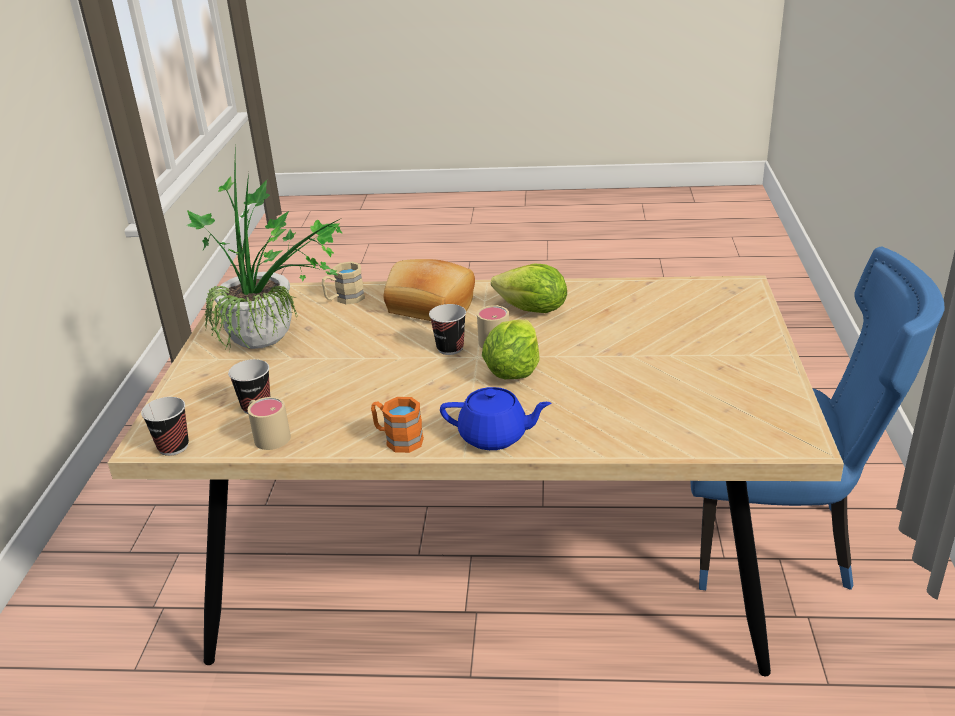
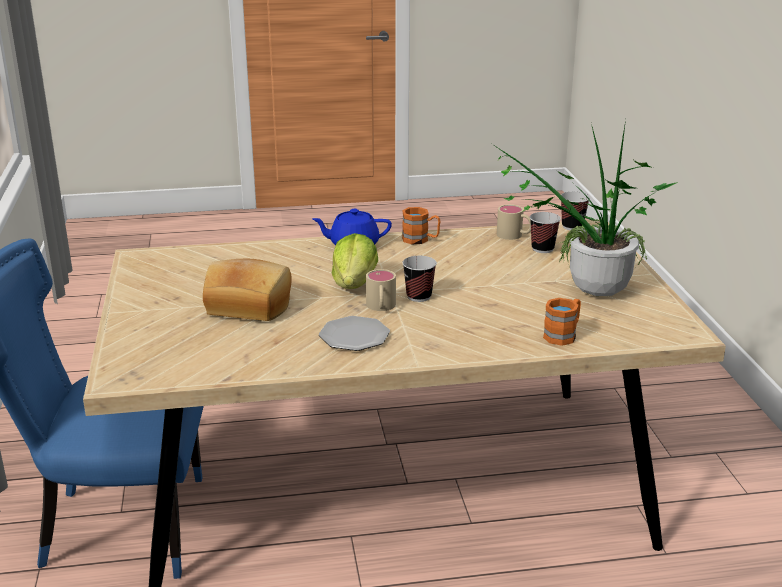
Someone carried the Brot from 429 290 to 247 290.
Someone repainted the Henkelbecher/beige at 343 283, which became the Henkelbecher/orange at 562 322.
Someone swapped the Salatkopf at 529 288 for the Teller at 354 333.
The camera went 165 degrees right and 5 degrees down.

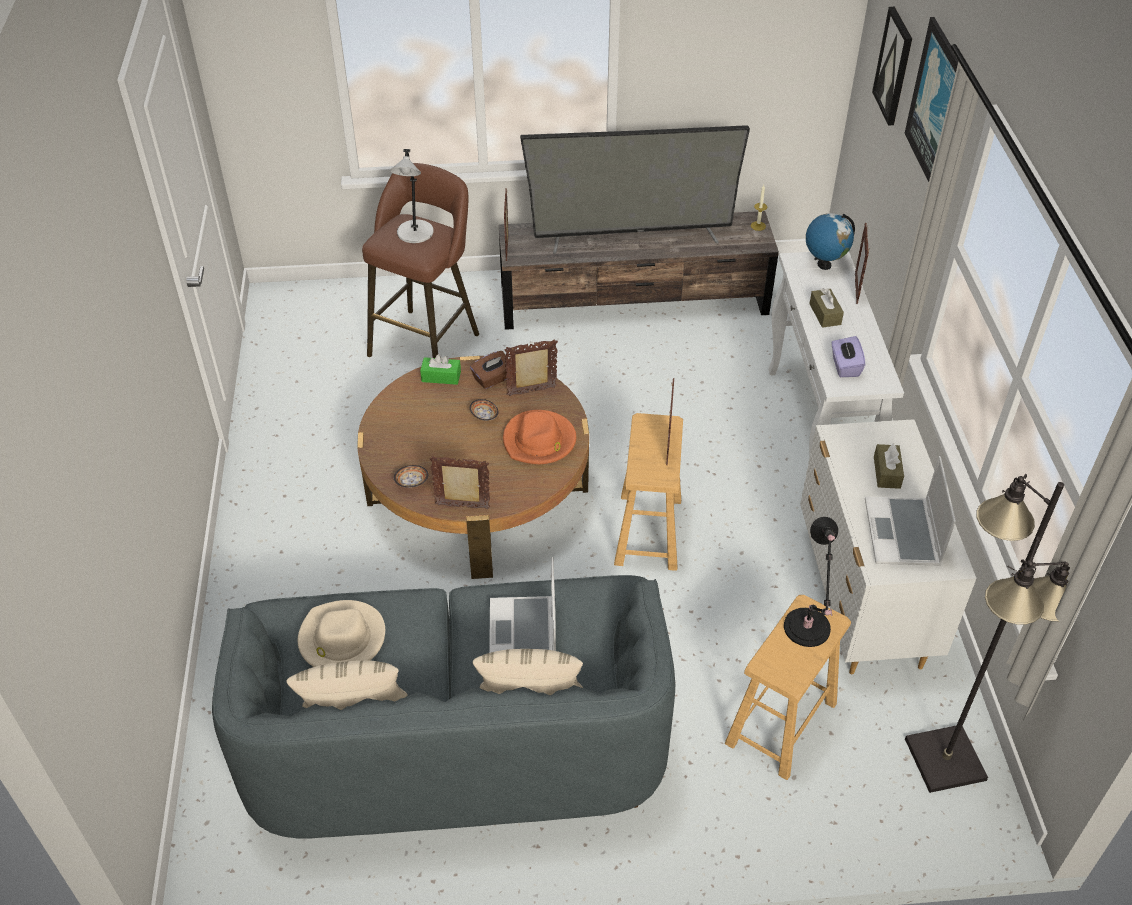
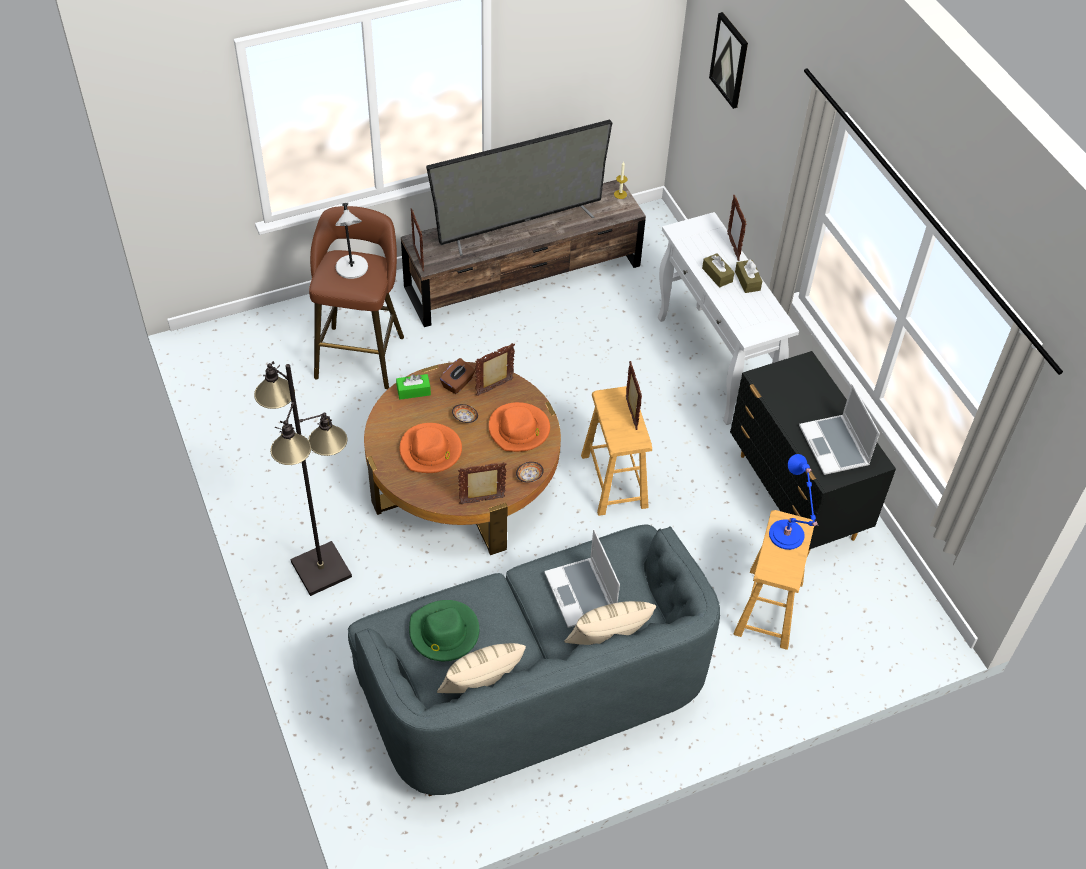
Someone took away the Bild at 931 99.
Someone took away the Globus at 830 241.
Someone took away the Taschentuchbox/lila at 848 356.
Someone repainted the Kommode/weiß at 888 546, which became the Kommode/schwarz at 813 454.
Someone carried the Taschentuchbox/braun from 889 466 to 748 276.
Someone carried the Schüssel from 411 476 to 530 472.
Someone carried the Stehlampe/schwarz from 987 633 to 303 478.
Someone repainted the Tischlampe/schwarz at 811 582, which became the Tischlampe/blau at 794 502.
Someone repainted the Hut/beige at 341 633, which became the Hut/grün at 444 630.
Someone put down the Hut/orange at 430 448.
The camera went 20 degrees left and 5 degrees up.

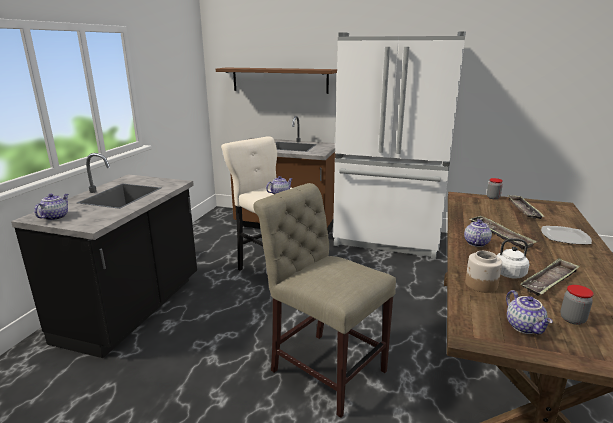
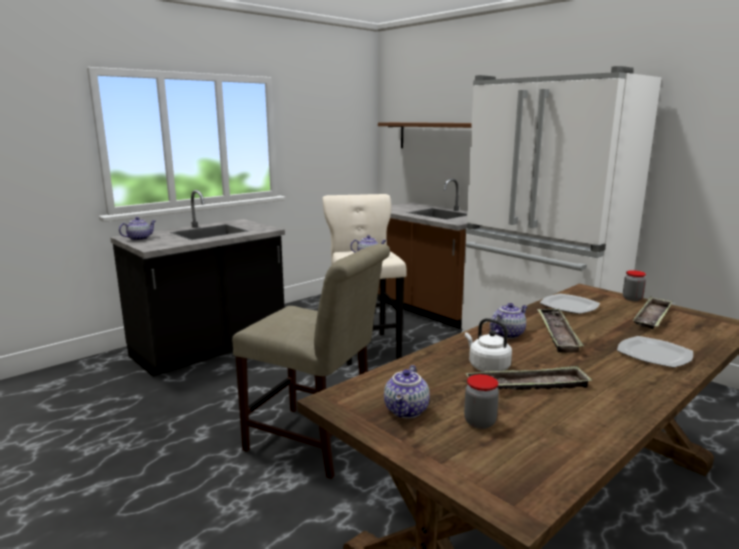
Someone rotated the Stuhl/beige at 324 300 by 135 degrees clockwise.
Someone took away the Vorratsglas at 483 272.
Someone put down the Teller at 570 304.
The camera went 30 degrees right and 5 degrees down.

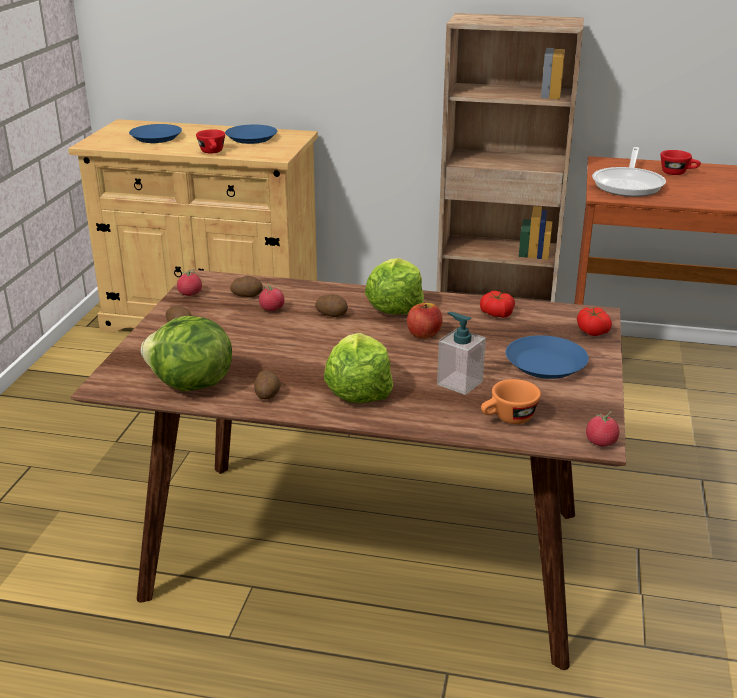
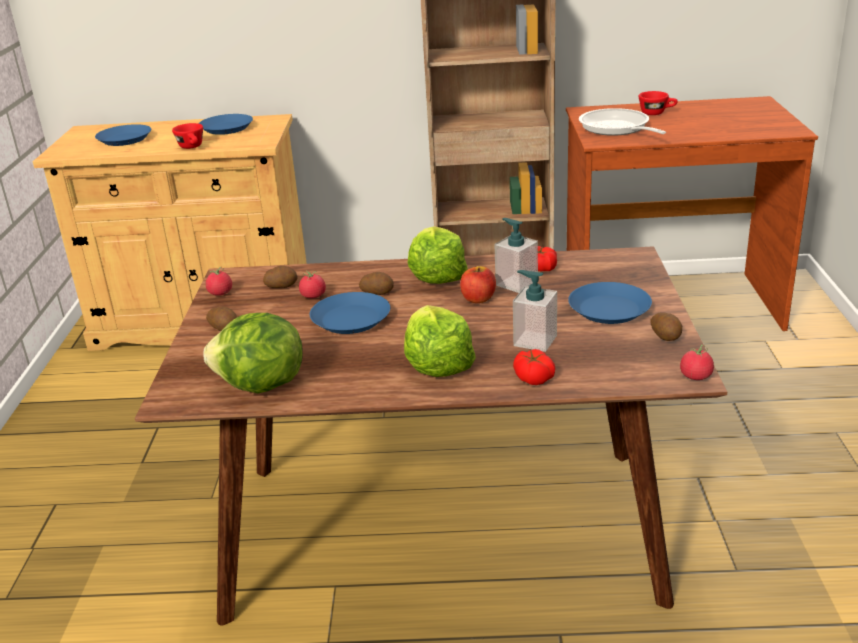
Someone rotated the Pfanne at 629 172 by 150 degrees clockwise.
Someone carried the Tomate from 594 321 to 534 367.
Someone carried the Kartoffel from 267 384 to 666 326.
Someone took away the Tasse/orange at 511 401.
Someone put down the Seifenspender at 516 255.
Someone put down the Teller/blau at 350 313.
The camera went 10 degrees left and 0 degrees up.

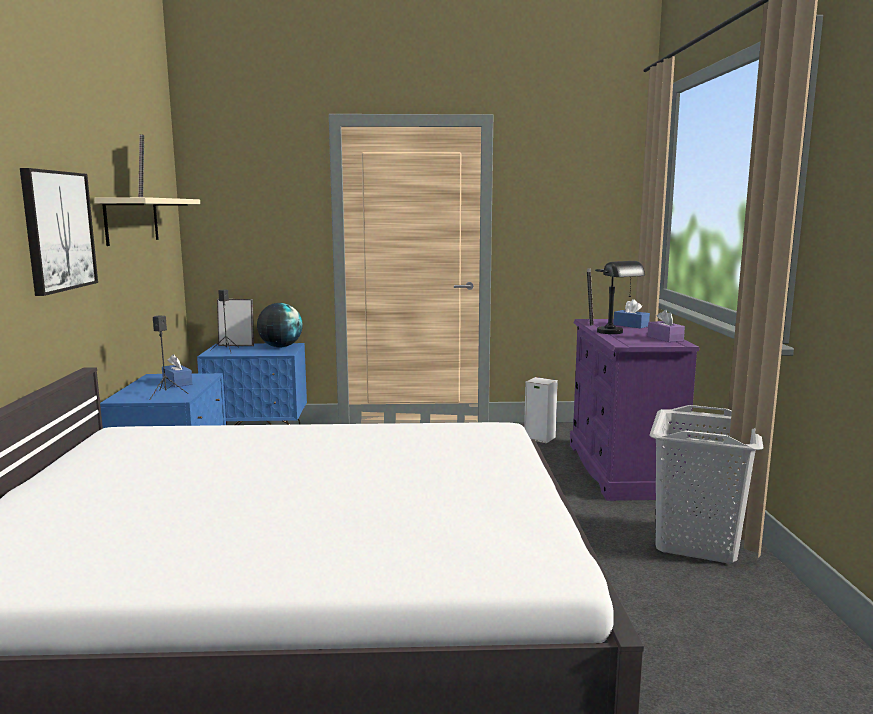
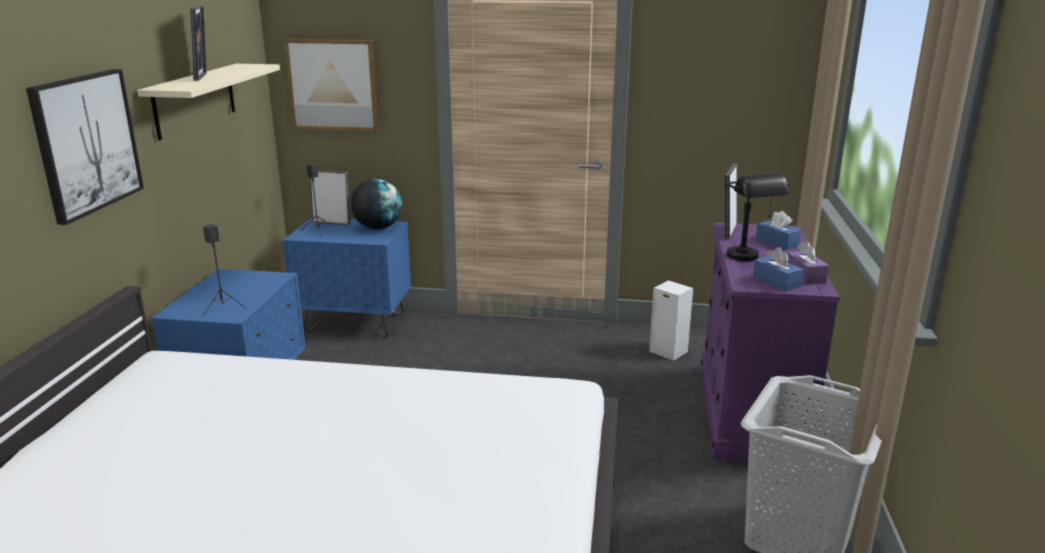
Someone carried the Taschentuchbox/blau from 177 370 to 778 269.
Someone put up the Bild at 331 85.
The camera went 10 degrees right and 10 degrees up.

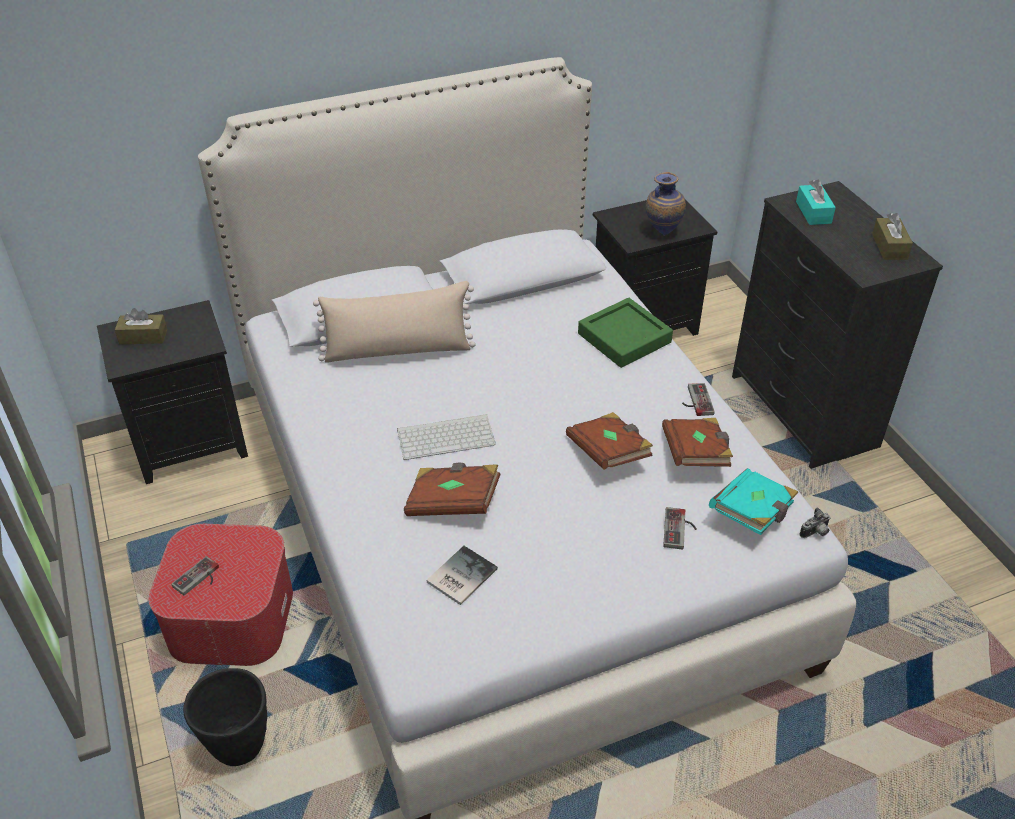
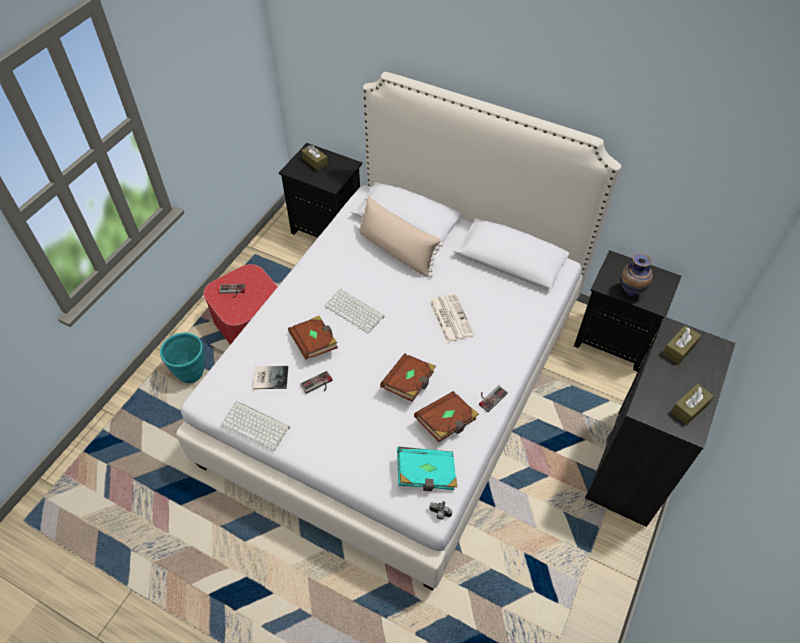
Someone repainted the Taschentuchbox/türkis at 816 202, which became the Taschentuchbox/braun at 681 344.
Someone took away the Tablett/grün at 625 333.
Someone carried the Gamepad from 680 528 to 316 382.
Someone repainted the Pflanzkübel/schwarz at 225 717, which became the Pflanzkübel/türkis at 182 358.
Someone put down the Zeitung at 451 318.
Someone put down the Tastatur at 255 426.
The camera went 50 degrees right and 10 degrees up.

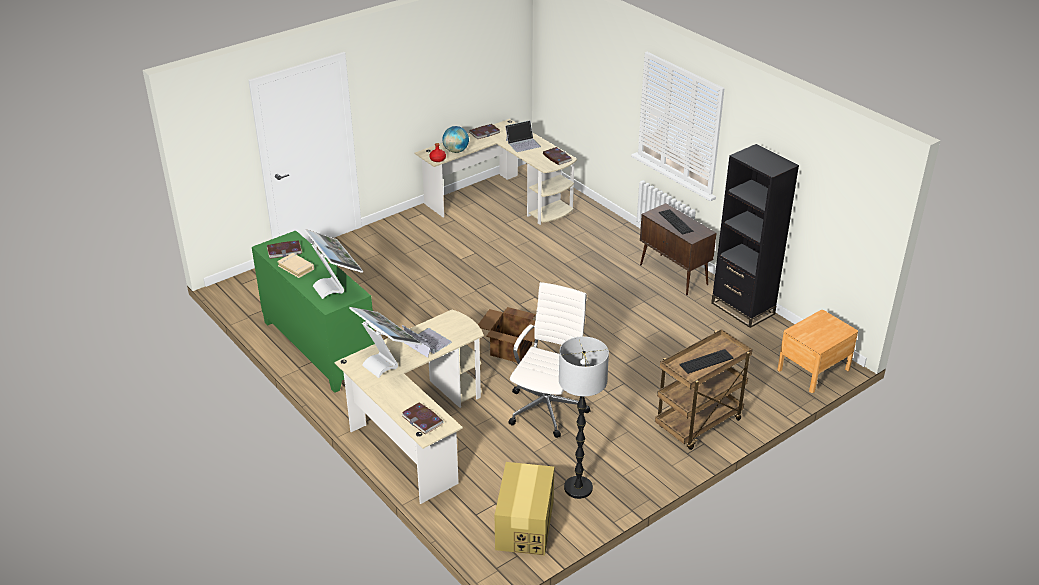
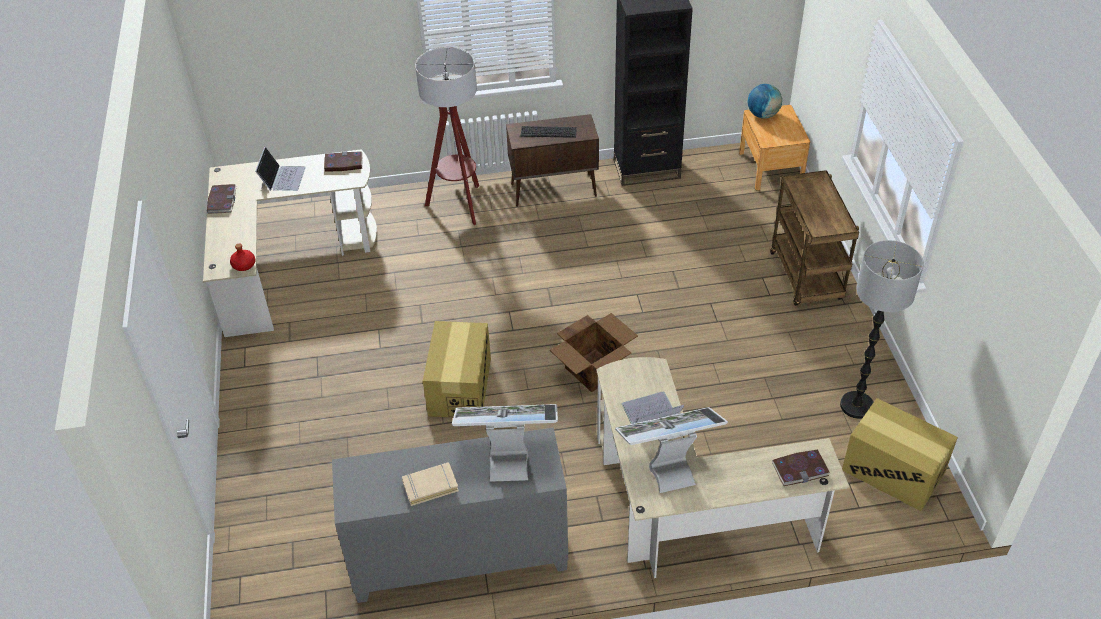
Someone carried the Globus from 456 139 to 765 101.
Someone repainted the Schrank/grün at 313 311, which became the Schrank/grau at 450 515.
Someone took away the Buch at 284 249.
Someone took away the Bürostuhl/weiß at 549 360.
Someone took away the Tastatur at 706 361.
Someone put down the Stehlampe at 447 136.
Someone put down the Karton at 457 369.
The camera went 60 degrees left and 10 degrees up.

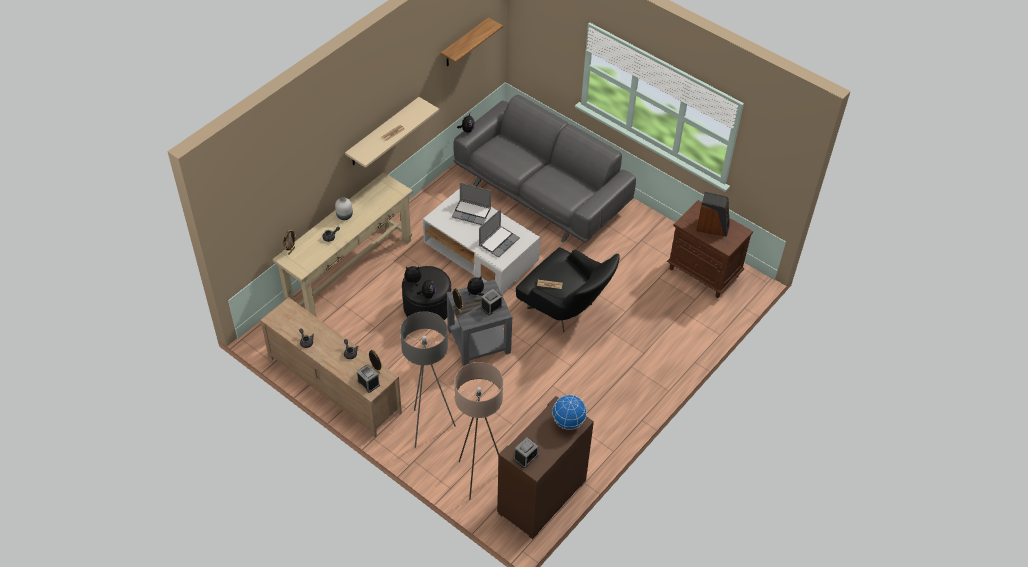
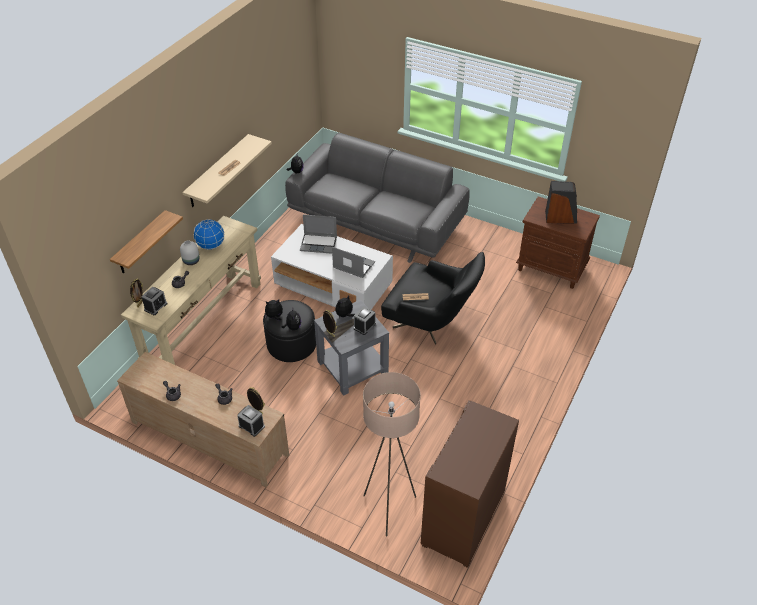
Someone carried the Wandregal from 472 42 to 146 241.
Someone rotated the Laptop at 499 233 by 90 degrees counterclockwise.
Someone took away the Stehlampe/grau at 428 379.
Someone carried the Globus from 569 412 to 209 234.
Someone carried the Wecker from 526 452 to 154 300.
The camera went 10 degrees left and 5 degrees down.

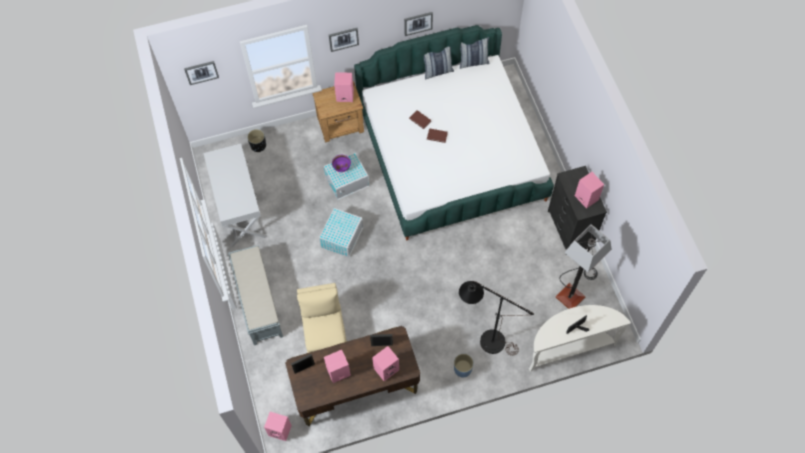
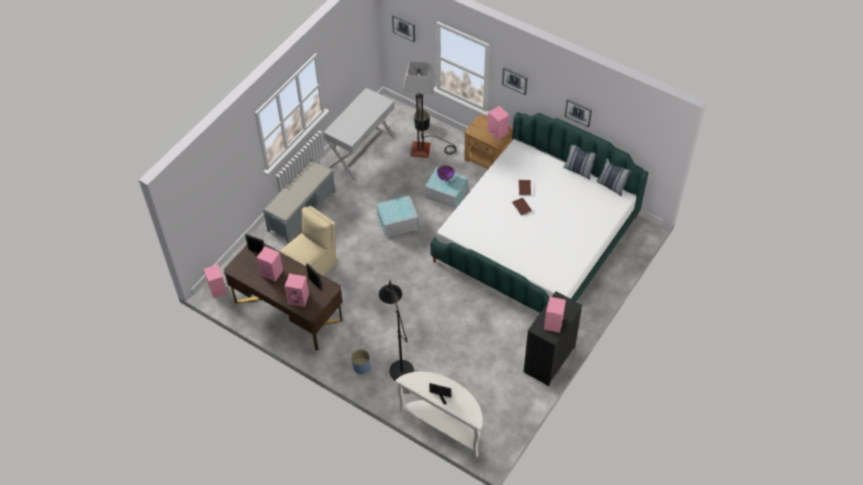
Someone carried the Stehlampe from 584 266 to 430 109.
The camera went 50 degrees right and 10 degrees down.

